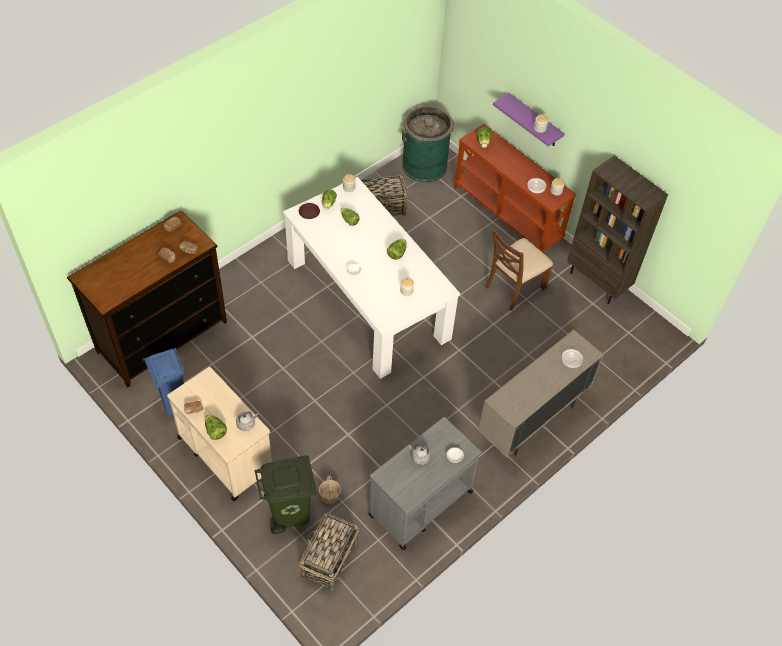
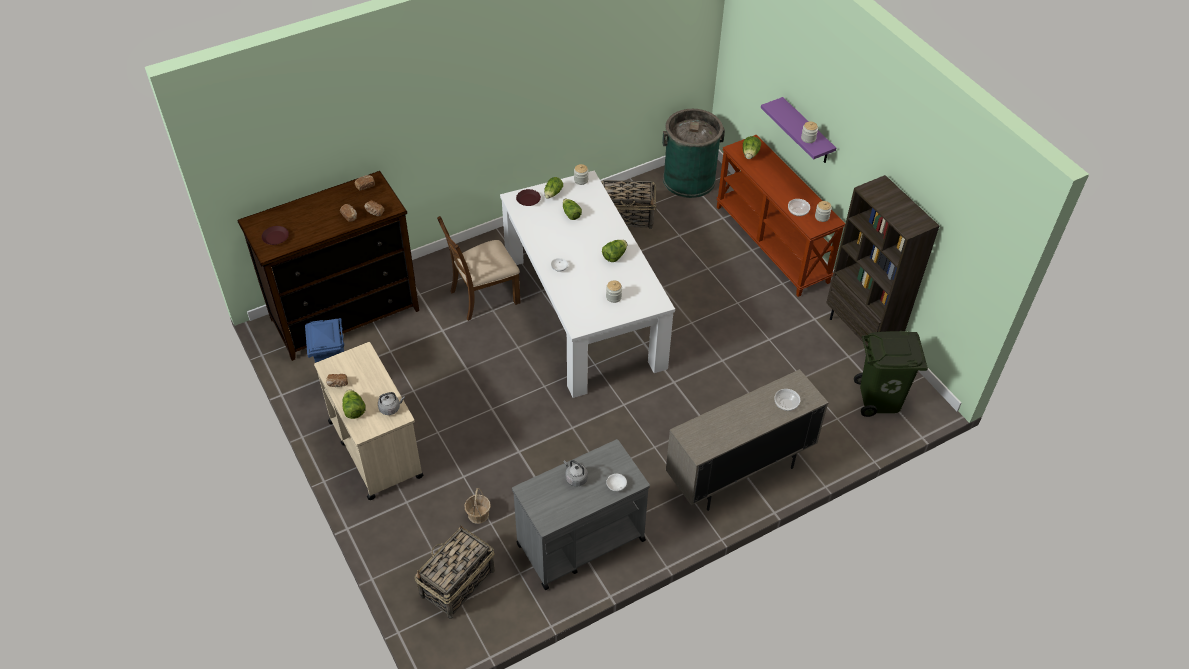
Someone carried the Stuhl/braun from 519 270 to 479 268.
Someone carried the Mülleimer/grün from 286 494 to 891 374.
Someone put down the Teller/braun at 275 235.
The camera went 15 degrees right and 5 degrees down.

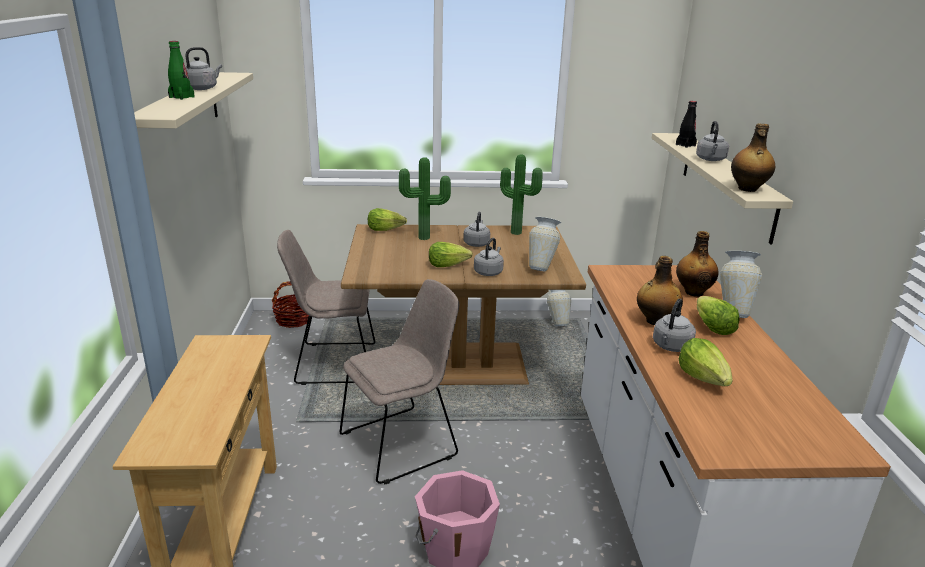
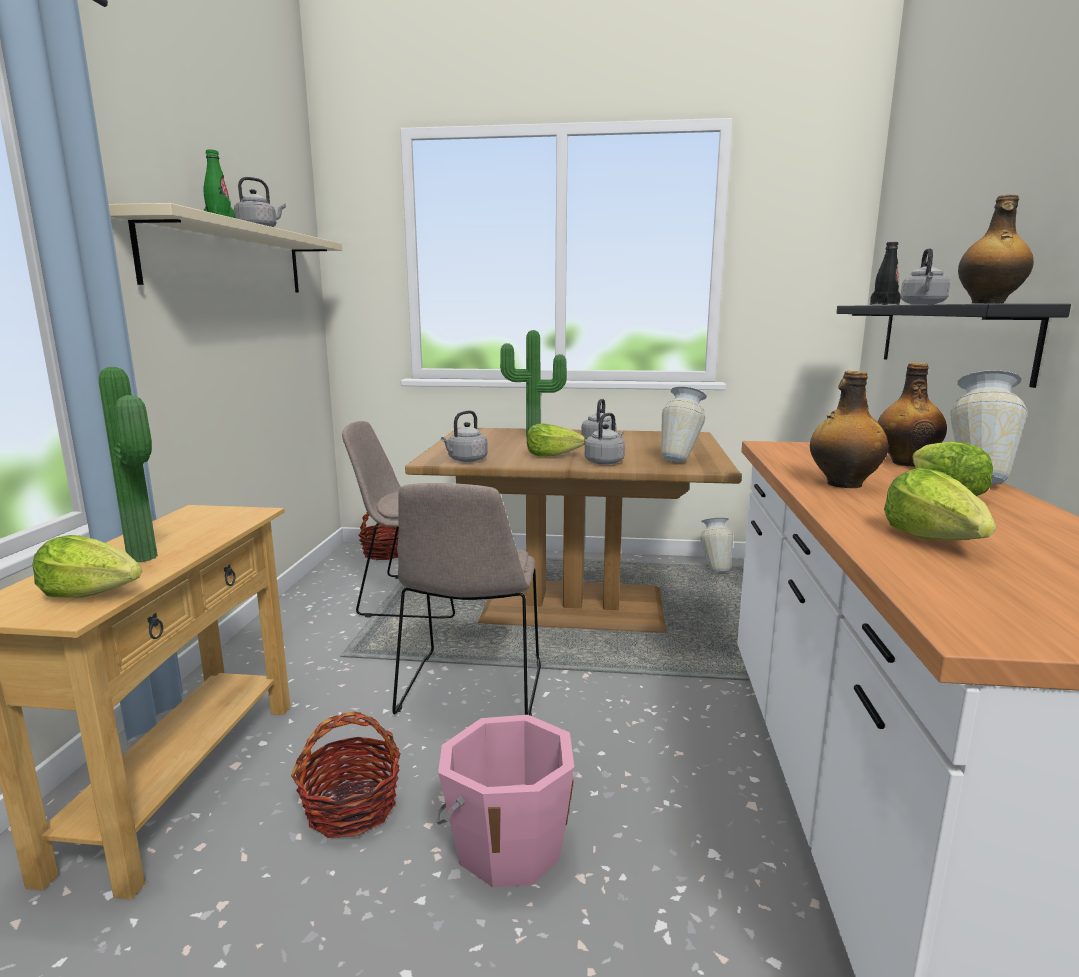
Someone repainted the Wandregal/beige at 722 188, which became the Wandregal/schwarz at 953 346.
Someone carried the Topfpflanze from 521 194 to 128 464.
Someone carried the Salatkopf from 387 219 to 87 566.
Someone rotated the Stuhl/beige at 399 382 by 120 degrees clockwise.
Someone carried the Wasserkessel/grau from 674 325 to 464 436.
Someone put down the Korb at 346 775.
The camera went 10 degrees right and 10 degrees down.

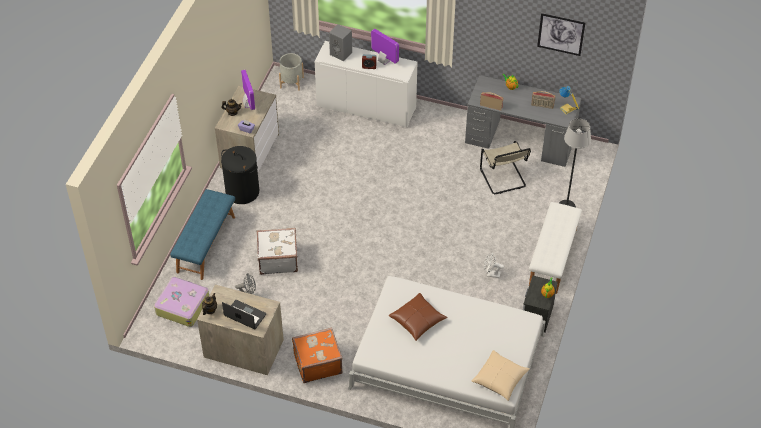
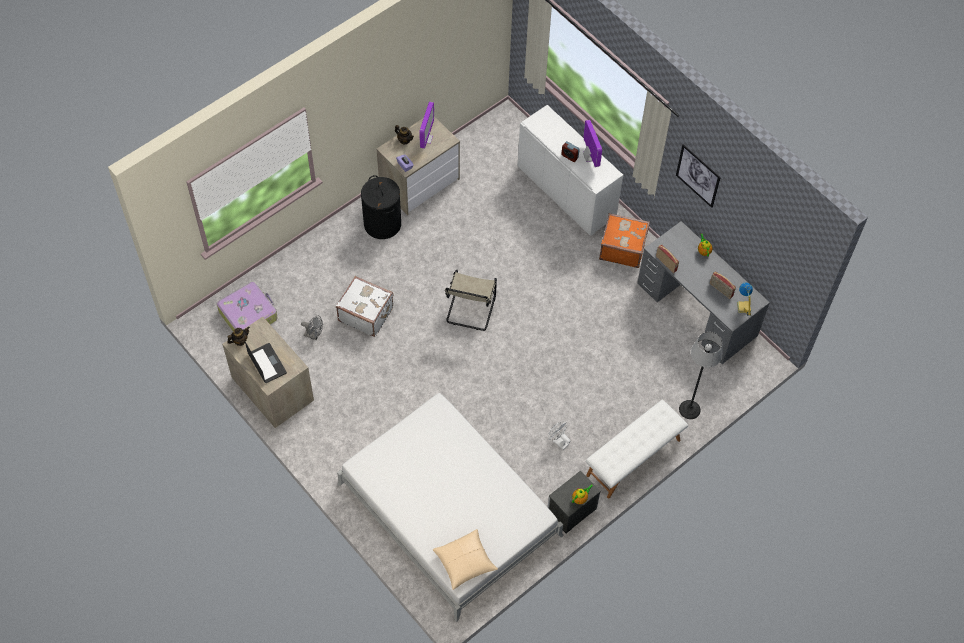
Someone carried the Bild from 561 34 to 698 176.
Someone took away the Lautsprecher/grau at 340 42.
Someone took away the Pflanzkübel/grau at 291 72.
Someone carried the Stuhl/beige from 505 167 to 471 300.
Someone took away the Bank/blau at 202 234.
Someone took away the Kissen/braun at 418 317.
Someone carried the Koffer/orange from 317 355 to 624 240.
The camera went 30 degrees right and 10 degrees up.

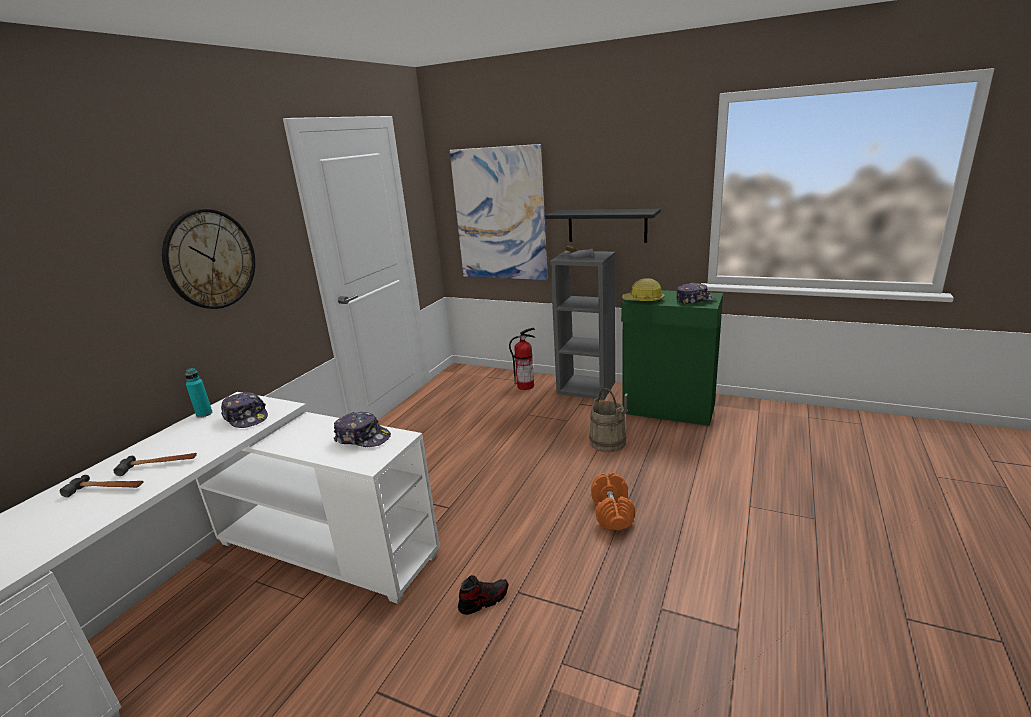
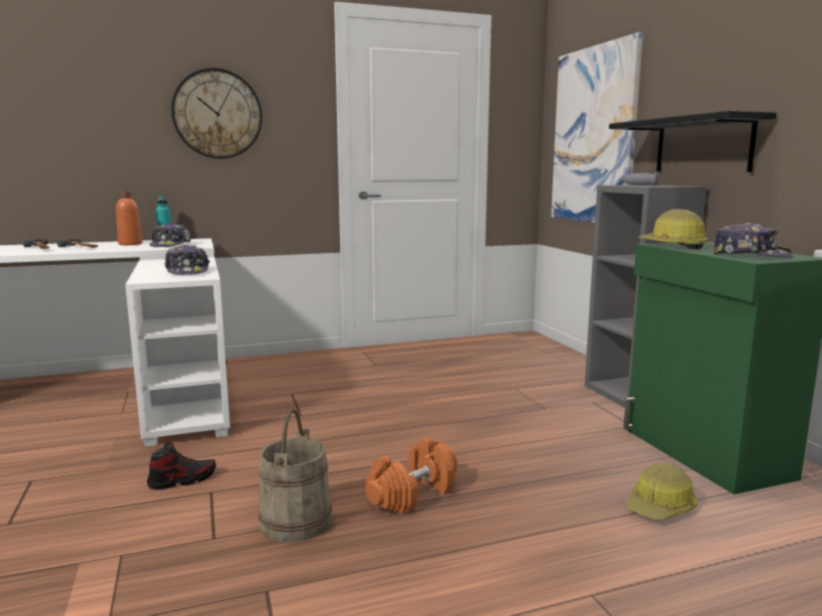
Someone took away the Feuerlöscher at 522 359.
Someone carried the Eimer/beige from 607 420 to 295 476.
Someone rotated the Schuh at 483 595 by 45 degrees counterclockwise.
Someone put down the Flasche/orange at 129 218.
Someone put down the Schutzhelm at 661 491.
The camera went 45 degrees right and 10 degrees down.

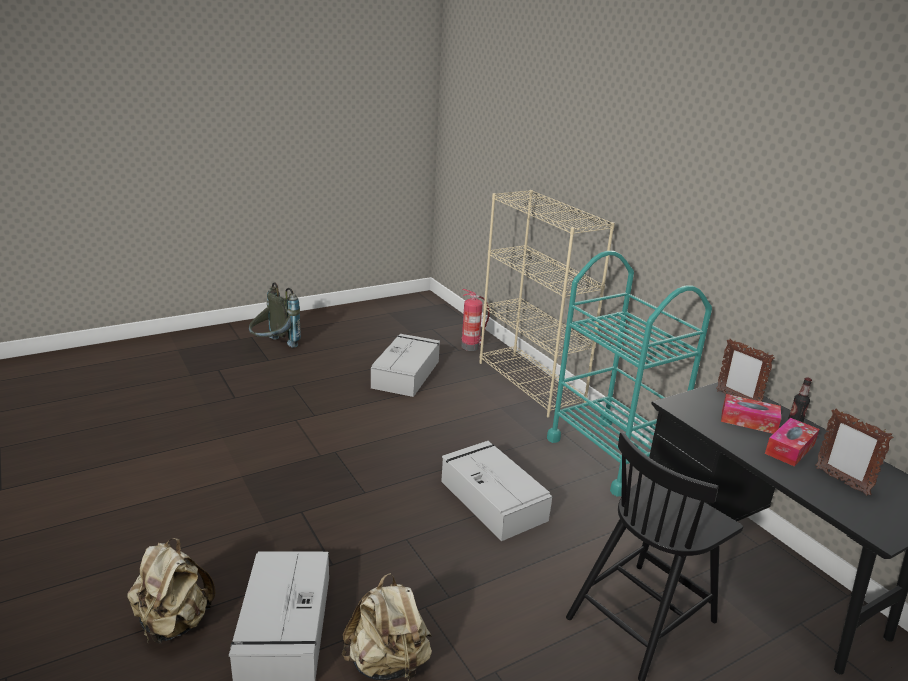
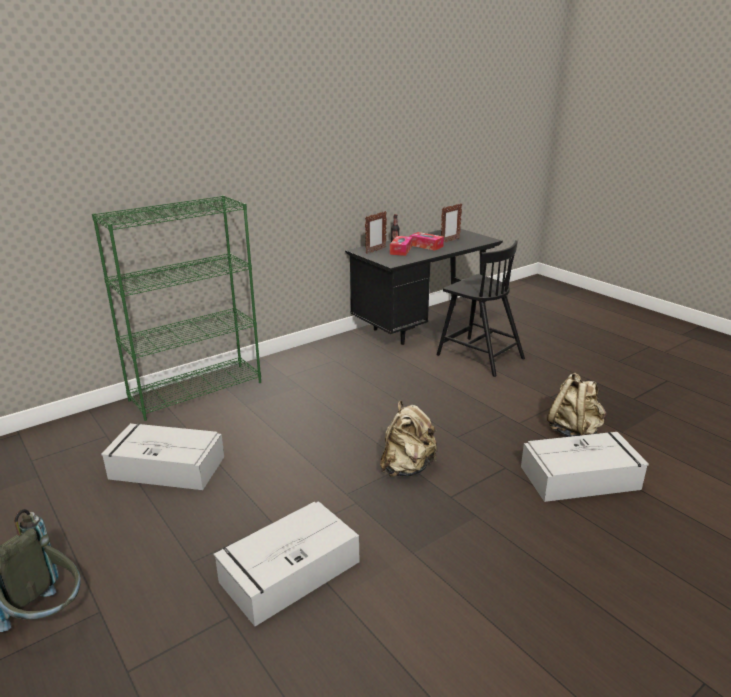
Someone repainted the Bücherregal/beige at 547 304, which became the Bücherregal/grün at 176 308.
Someone took away the Rollwagen/türkis at 629 374.
Someone took away the Feuerlöscher at 475 320.
Someone carried the Aufbewahrungsbox/grau from 496 491 to 286 563.
Someone carried the Rucksack/beige from 171 591 to 408 439.
The camera went 95 degrees left and 0 degrees up.

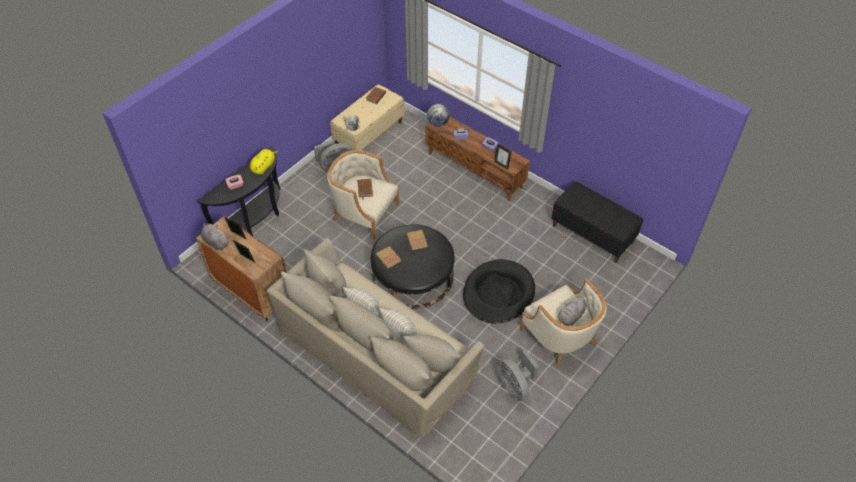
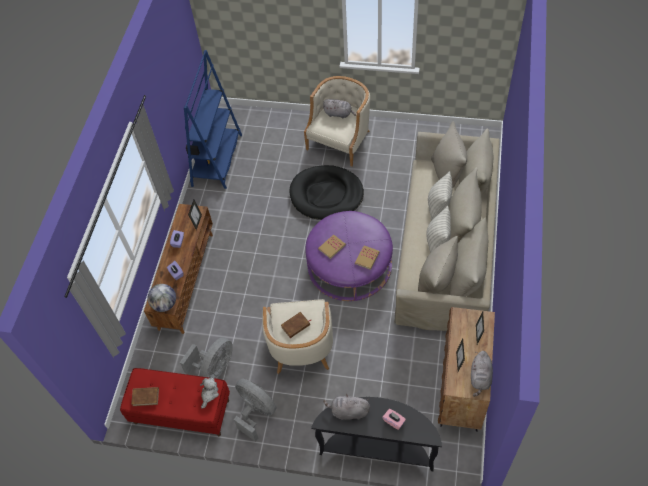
Someone repainted the Bank/beige at 367 117, which became the Bank/rot at 175 402.
Someone repainted the Plüschtier/gelb at 264 161, which became the Plüschtier/grau at 346 407.
Someone swapped the Bank/schwarz at 597 222 for the Bücherregal/blau at 213 119.
Someone repainted the Polsterhocker/schwarz at 413 267, which became the Polsterhocker/lila at 349 256.
Someone carried the Ventilator/grau from 518 375 to 206 358.
The camera went 115 degrees left and 5 degrees up.

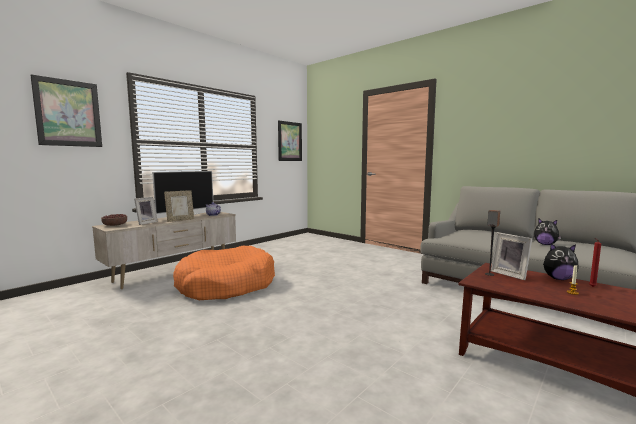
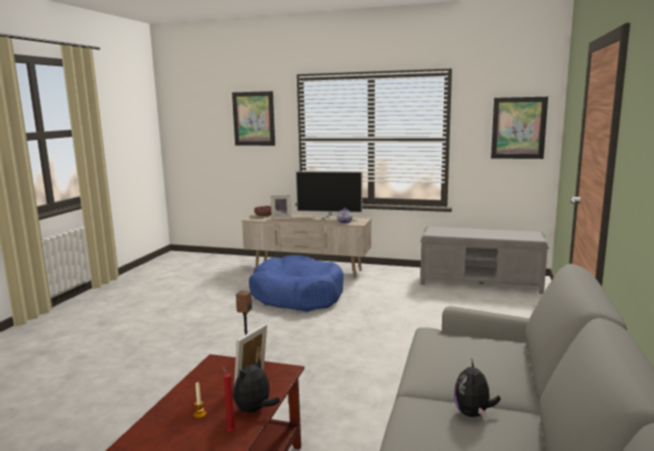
Someone took away the Bilderrahmen at 179 206.
Someone rotated the Plüschtier at 561 261 by 45 degrees clockwise.
Someone repainted the Hundebett/orange at 224 273, which became the Hundebett/blau at 296 283.
Someone put down the Bank/grau at 484 260.
The camera went 65 degrees right and 5 degrees up.

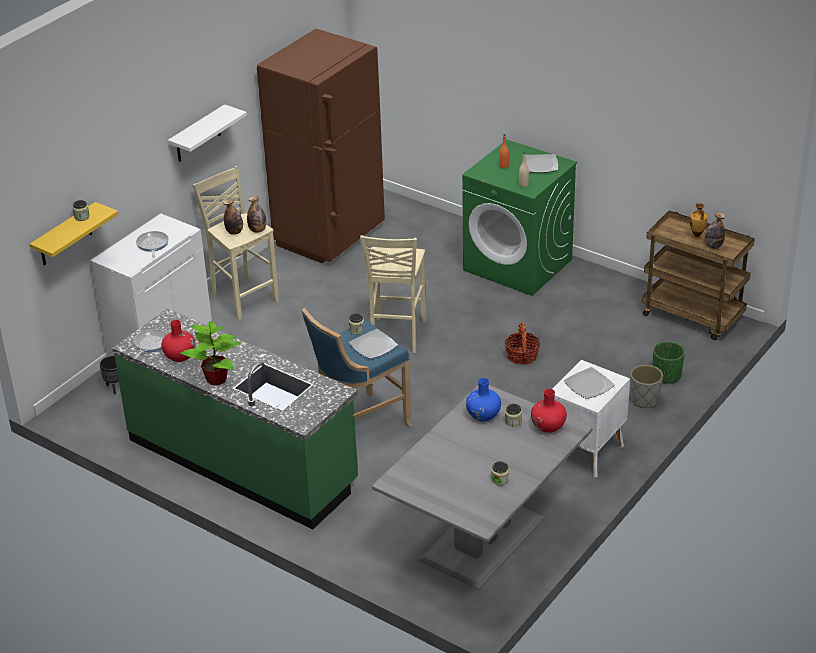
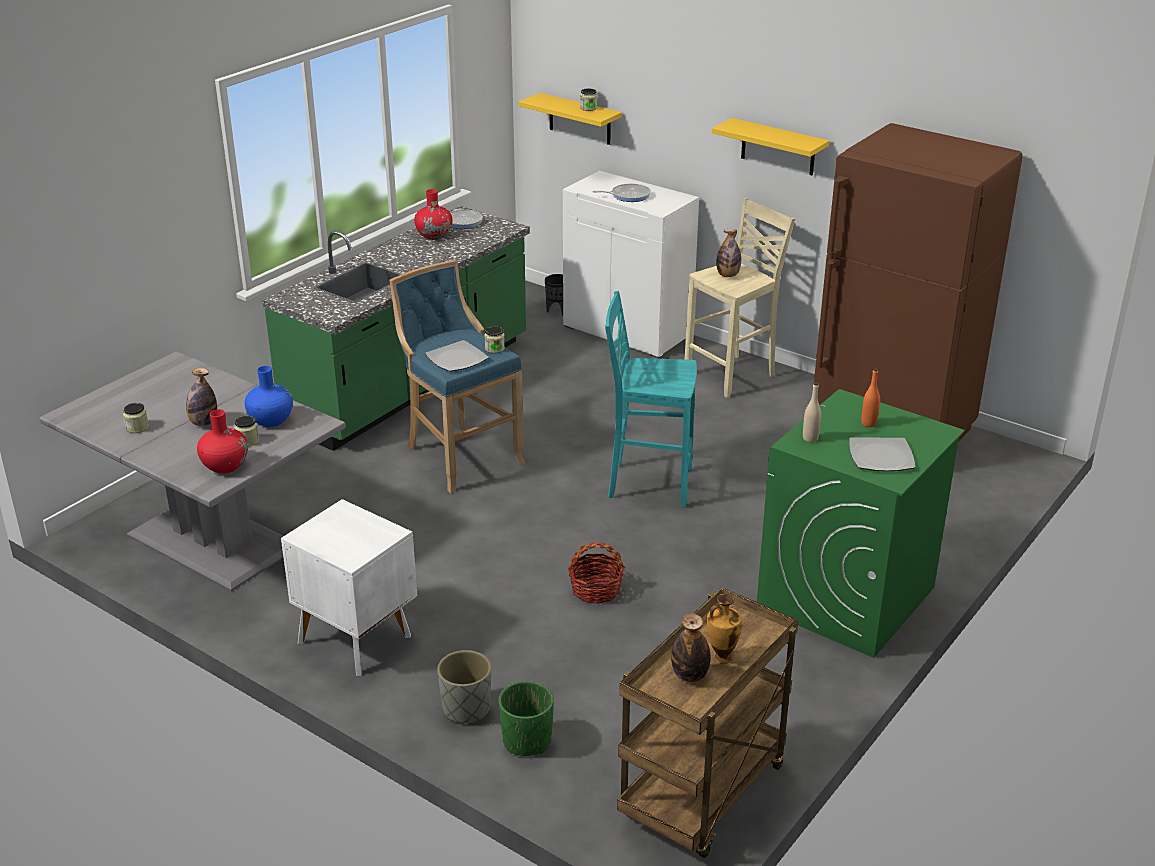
Someone repainted the Wandregal/weiß at 207 133, which became the Wandregal/gelb at 771 147.
Someone carried the Flasche from 256 214 to 201 397.
Someone repainted the Hocker/beige at 393 294, which became the Hocker/türkis at 651 399.
Someone took away the Topfpflanze at 210 353.
Someone took away the Teller at 589 383.
The camera went 90 degrees right and 5 degrees down.

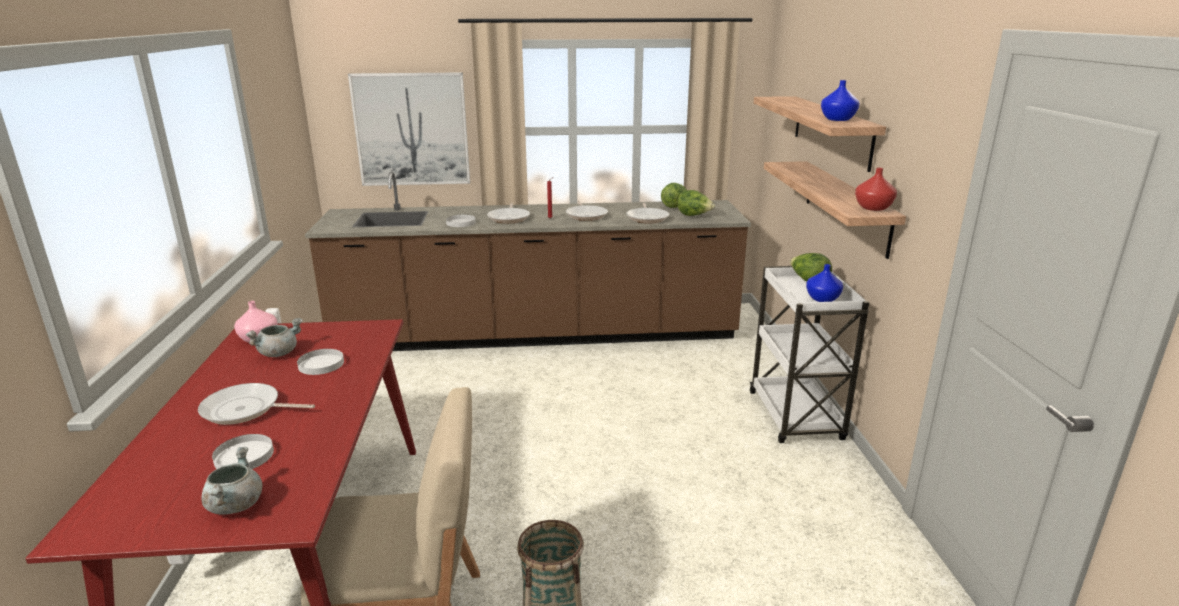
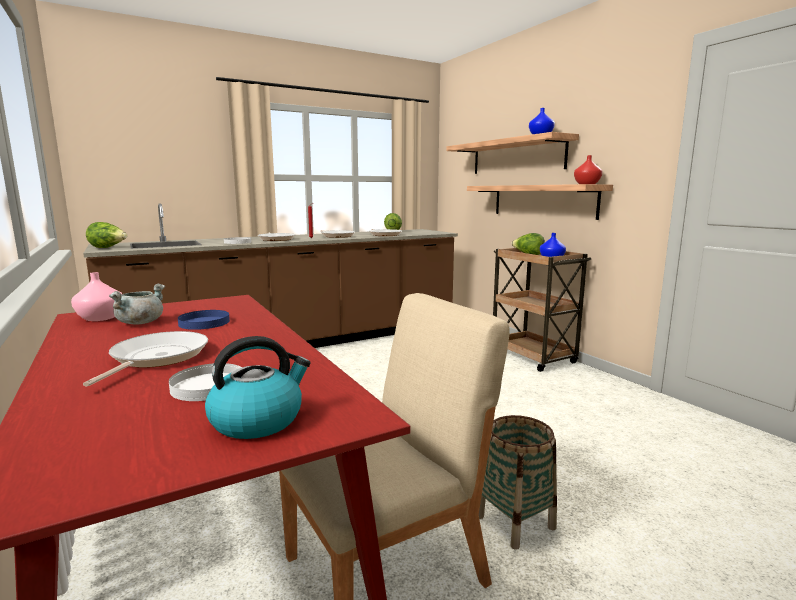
Someone took away the Bild at 409 129.
Someone carried the Salatkopf from 696 203 to 106 235.
Someone repainted the Rollwagen/weiß at 809 354, which became the Rollwagen/braun at 542 310.
Someone repainted the Teller/weiß at 320 362, which became the Teller/blau at 204 320.
Someone rotated the Pfanne at 256 404 by 120 degrees clockwise.
Someone swapped the Kochtopf/grau at 231 481 for the Wasserkessel at 258 387.
The camera went 25 degrees left and 10 degrees down.

